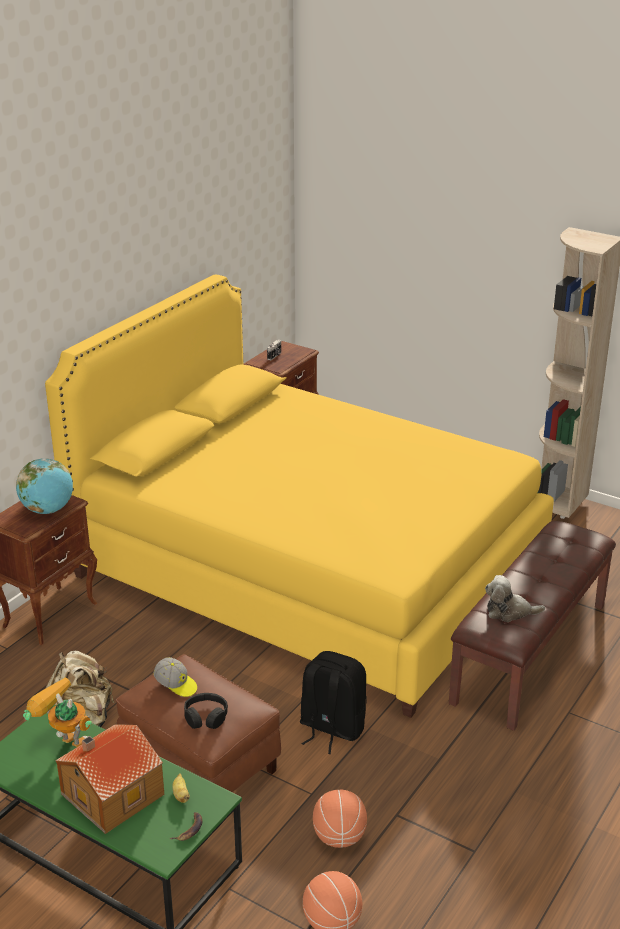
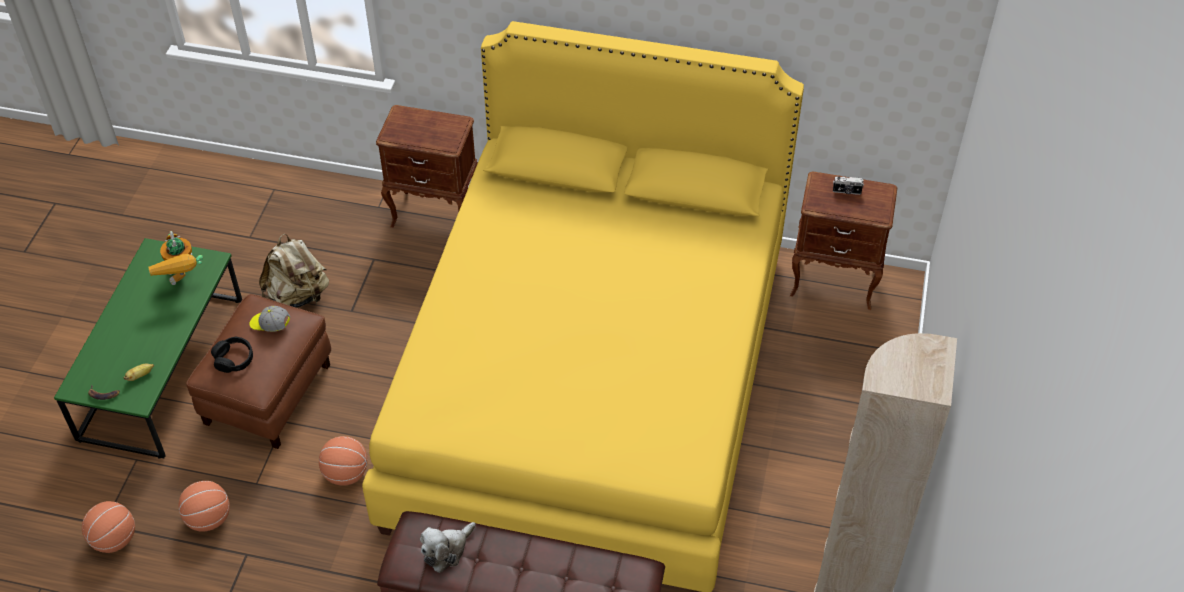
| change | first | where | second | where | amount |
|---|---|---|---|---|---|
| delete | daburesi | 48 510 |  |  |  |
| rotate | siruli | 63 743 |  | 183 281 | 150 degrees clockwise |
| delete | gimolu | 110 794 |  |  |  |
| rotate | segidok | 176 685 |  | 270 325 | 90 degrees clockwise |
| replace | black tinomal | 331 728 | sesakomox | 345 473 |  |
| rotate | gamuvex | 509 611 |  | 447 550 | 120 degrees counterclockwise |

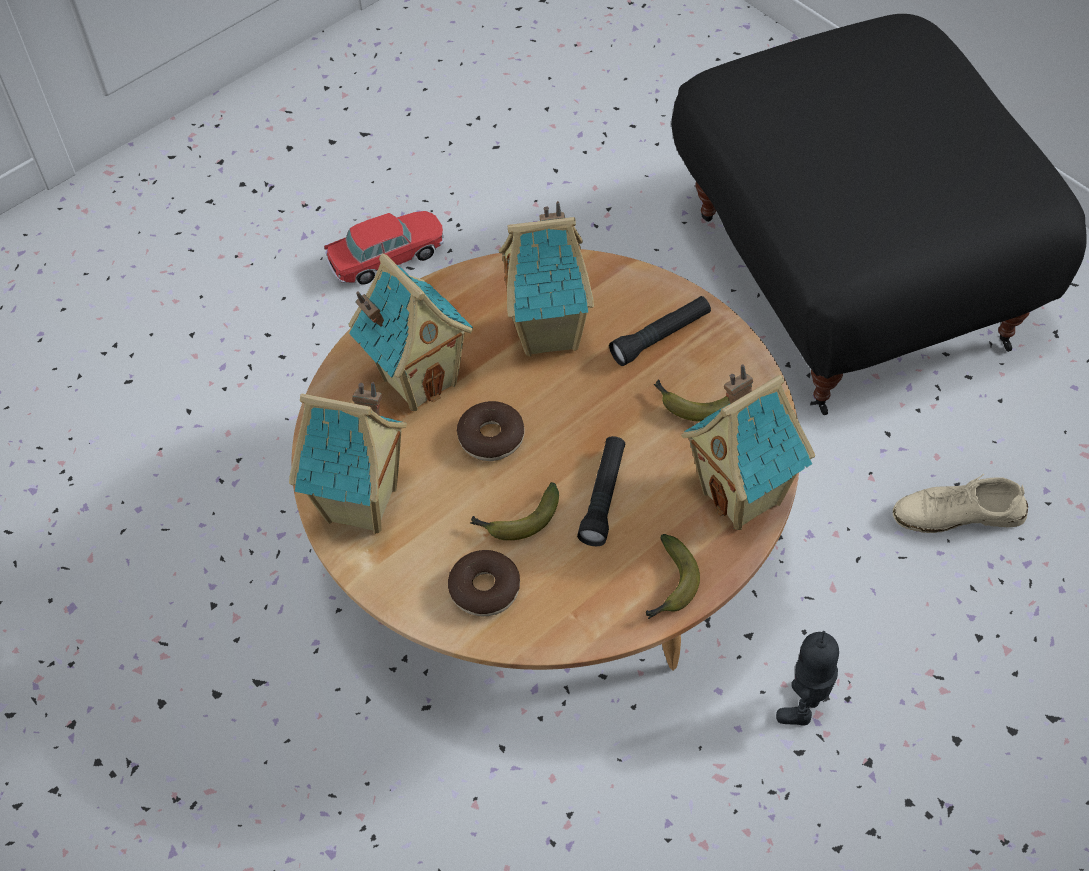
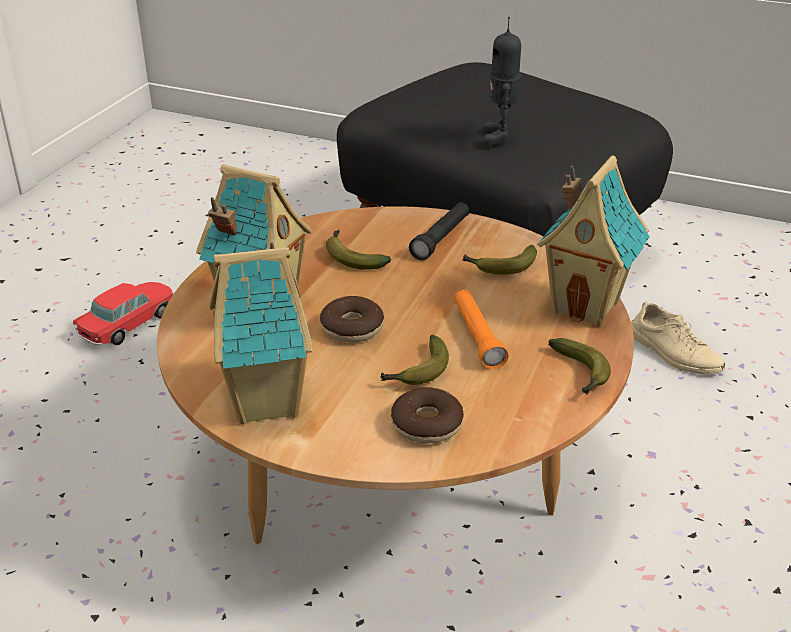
| change | first | where | second | where | amount |
|---|---|---|---|---|---|
| replace | gimolu | 551 333 | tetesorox | 352 257 |  |
| recolor | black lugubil | 604 497 | orange lugubil | 477 337 |  |
| move | siruli | 805 708 |  | 499 137 |  |
| rotate | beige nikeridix | 958 514 |  | 673 352 | 105 degrees counterclockwise |

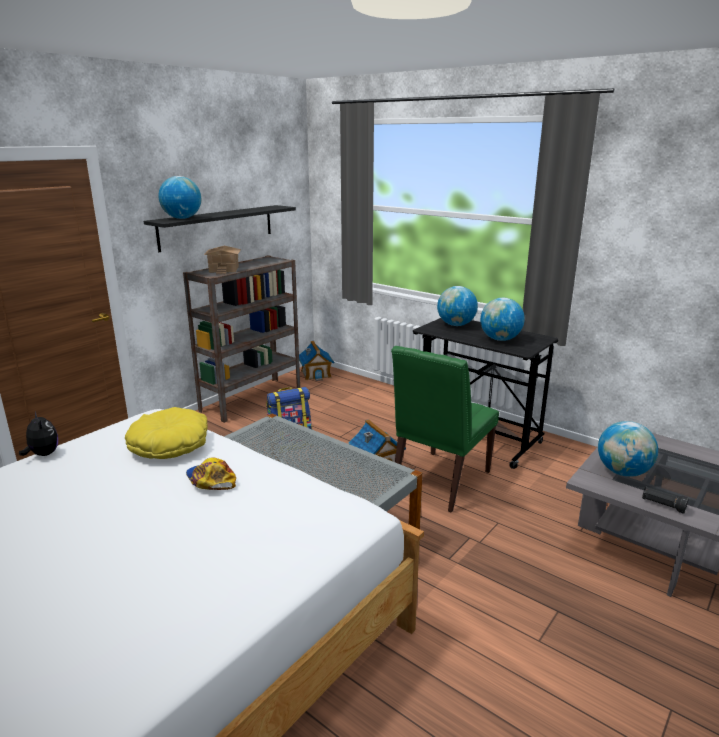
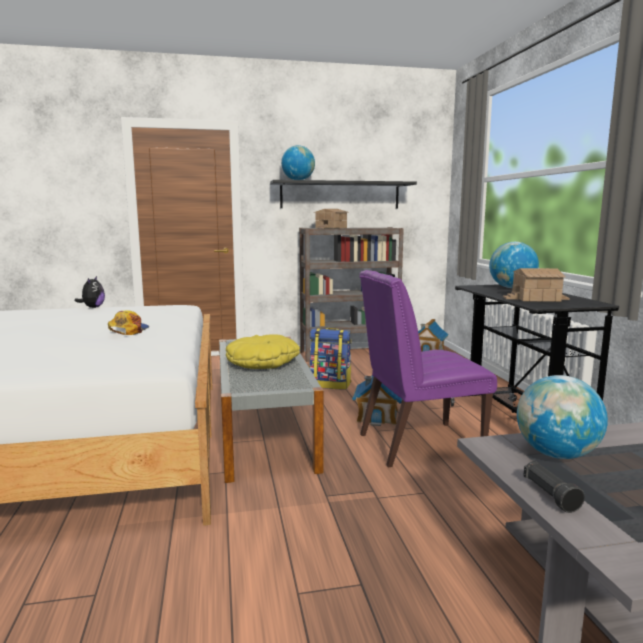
| change | first | where | second | where | amount |
|---|---|---|---|---|---|
| move | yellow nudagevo | 168 445 |  | 261 362 |  |
| recolor | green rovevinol | 441 480 | purple rovevinol | 420 444 |  |
| replace | daburesi | 500 339 | gimolu | 535 298 |  |

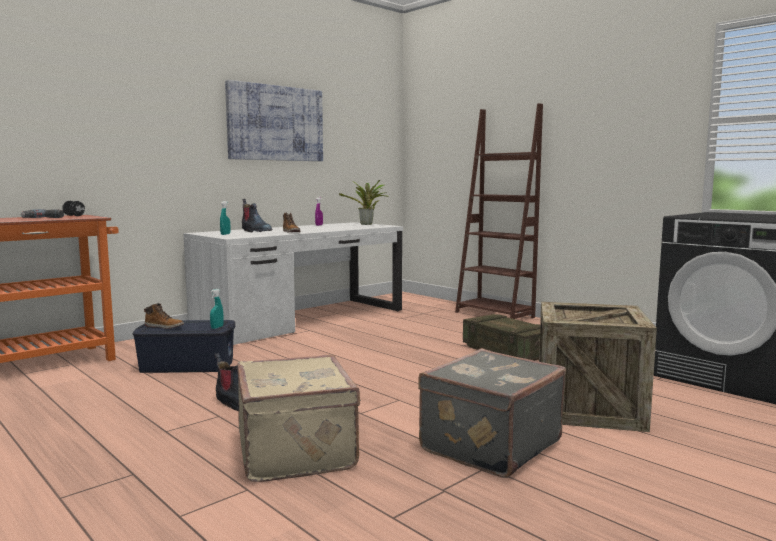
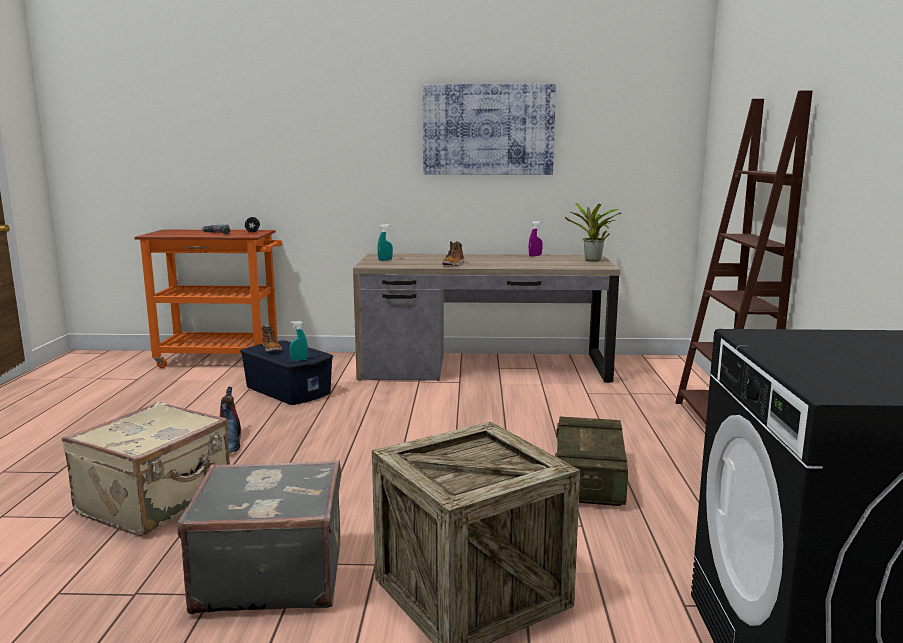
| change | first | where | second | where | amount |
|---|---|---|---|---|---|
| recolor | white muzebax | 302 320 | brown muzebax | 483 367 |  |
| delete | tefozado | 255 231 |  |  |  |

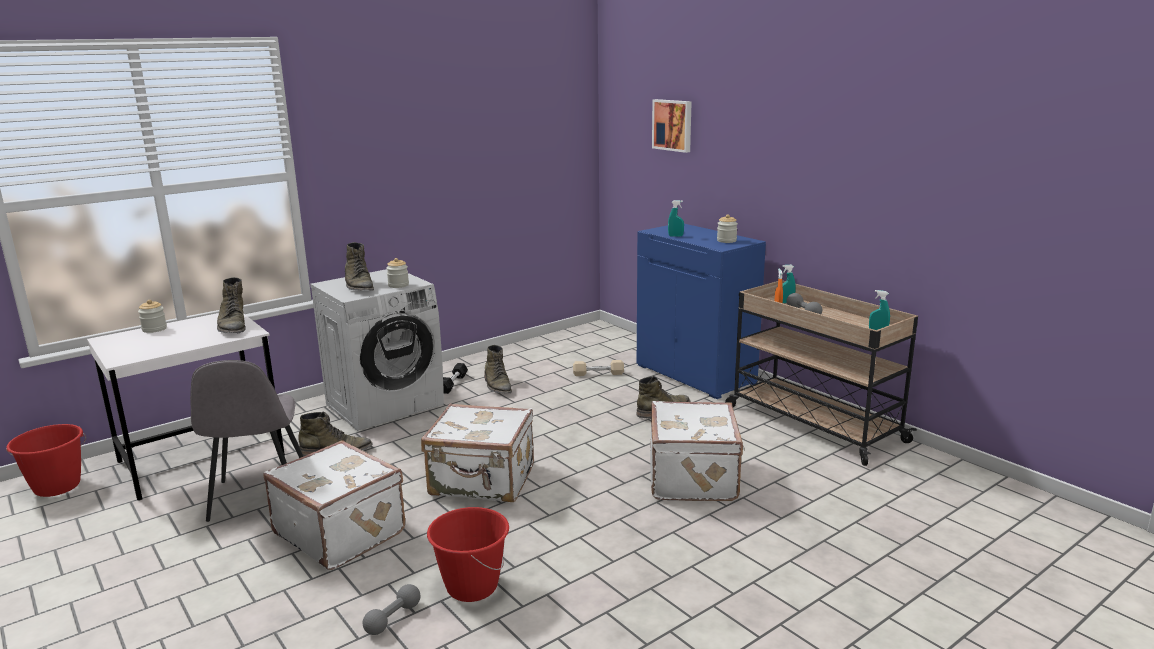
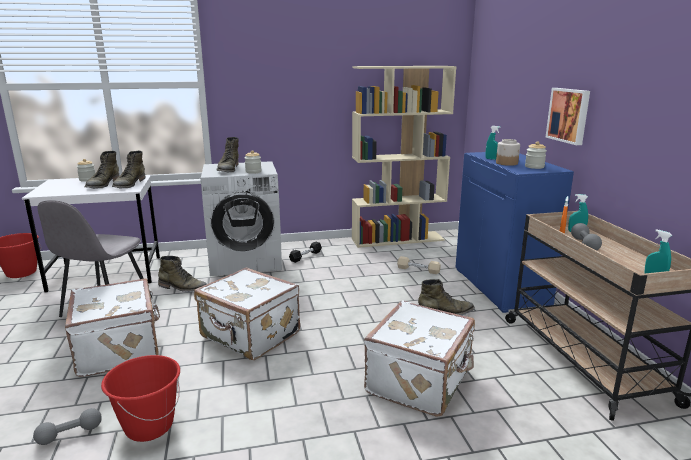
| change | first | where | second | where | amount |
|---|---|---|---|---|---|
| move | green tefozado | 497 385 |  | 102 184 |  |
| move | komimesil | 673 125 |  | 569 115 |  |
| insert |  |  | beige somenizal | 398 239 |  |
| insert |  |  | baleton | 507 163 |  |

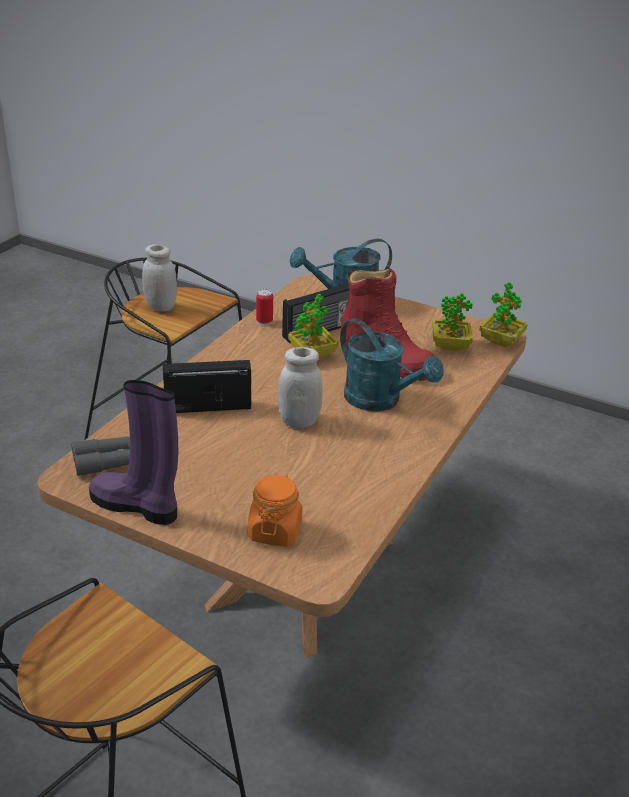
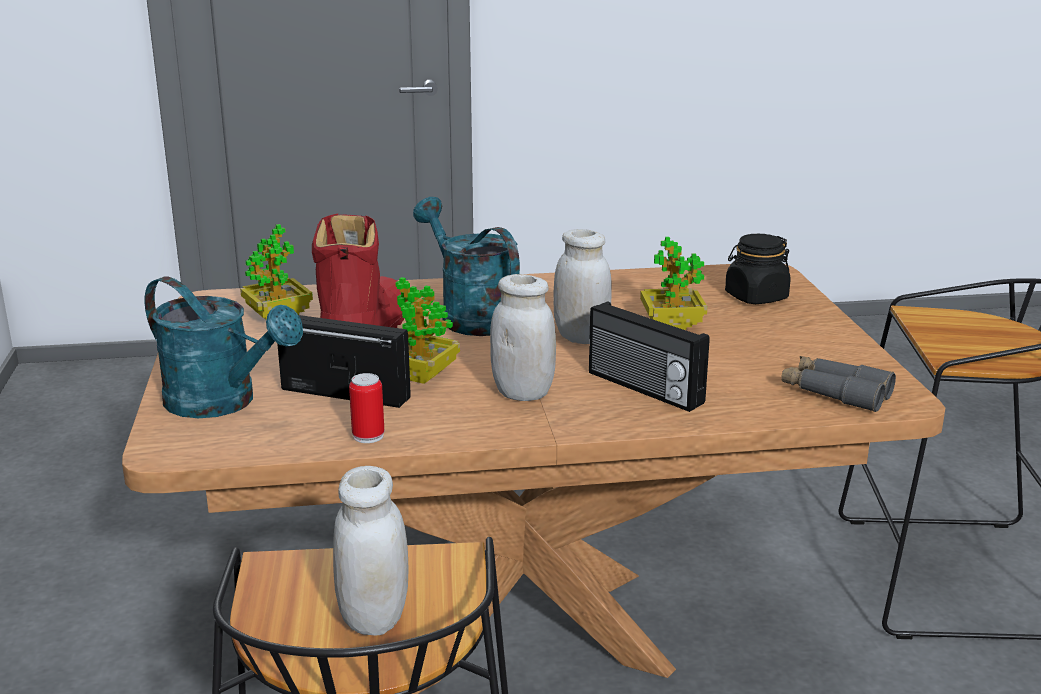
| change | first | where | second | where | amount |
|---|---|---|---|---|---|
| delete | purple tefozado | 137 506 |  |  |  |
| recolor | orange baleton | 275 531 | black baleton | 756 297 |  |
| rotate | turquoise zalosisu | 380 401 |  | 470 316 | 45 degrees counterclockwise |
| move | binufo | 501 341 |  | 672 325 |  |
| insert |  |  | white baleton | 523 393 |  |

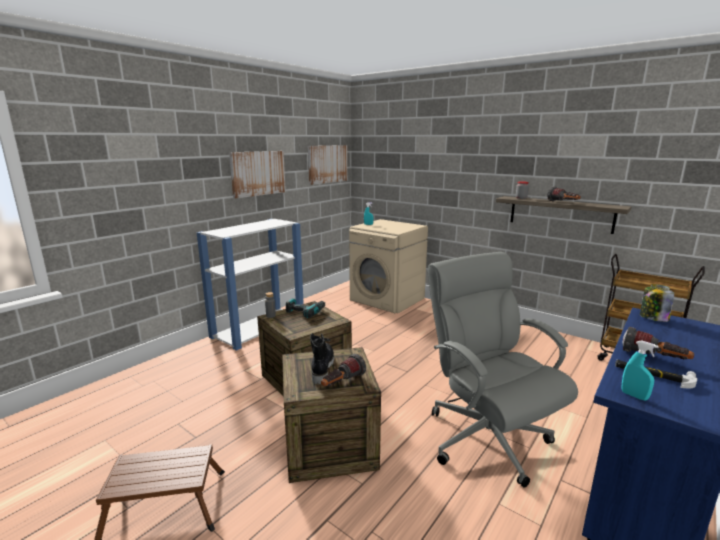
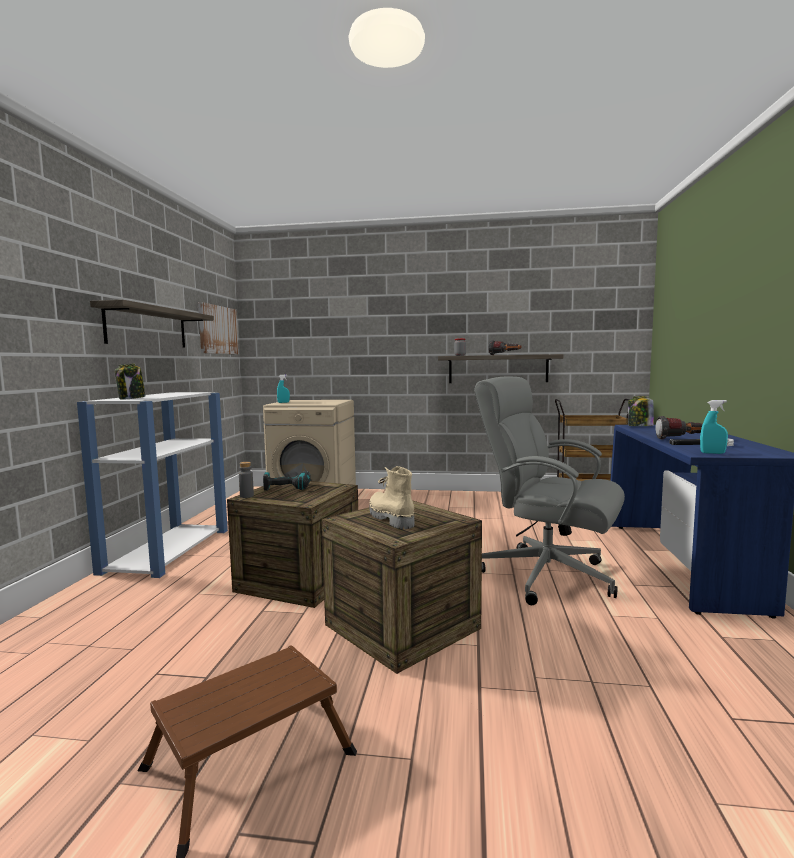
| change | first | where | second | where | amount |
|---|---|---|---|---|---|
| replace | komimesil | 258 173 | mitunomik | 147 327 |  |
| recolor | black tefozado | 321 368 | beige tefozado | 389 518 |  |
| delete | lugubil | 342 383 |  |  |  |
| insert |  |  | baleton | 132 398 |  |

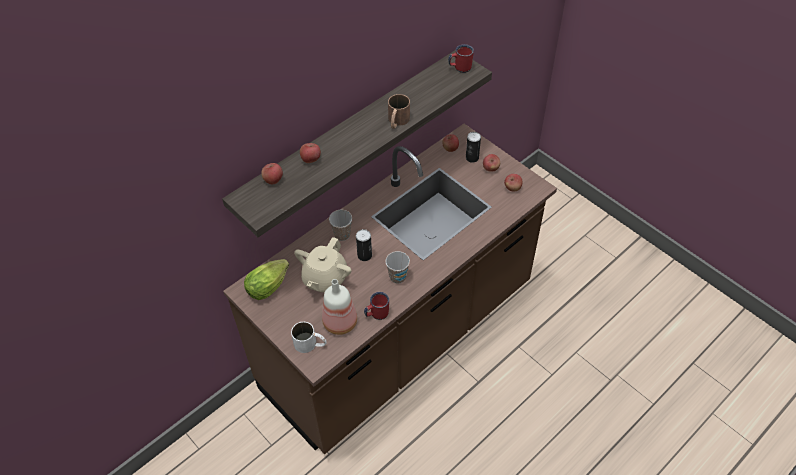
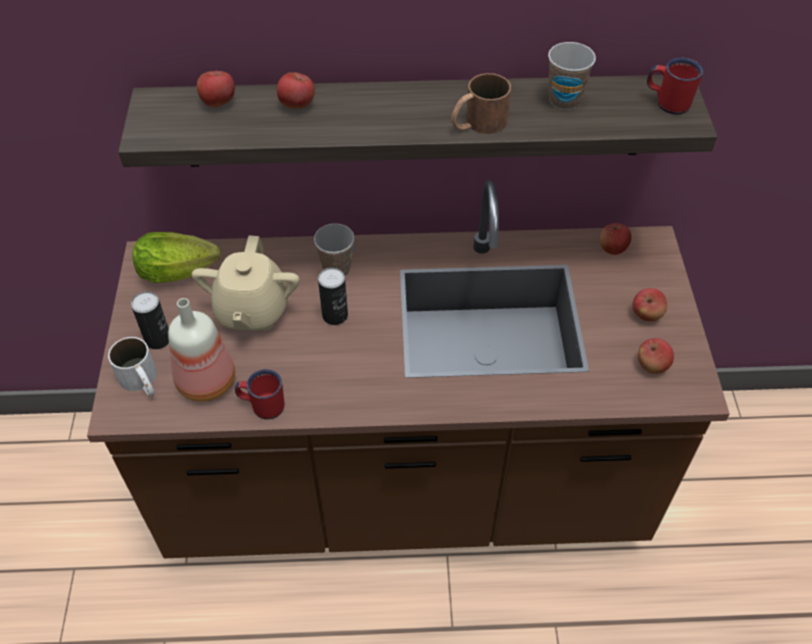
| change | first | where | second | where | amount |
|---|---|---|---|---|---|
| rotate | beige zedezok | 325 279 |  | 252 311 | 60 degrees counterclockwise |
| move | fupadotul | 397 277 |  | 564 100 |  |
| move | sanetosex | 472 158 |  | 158 339 |  |

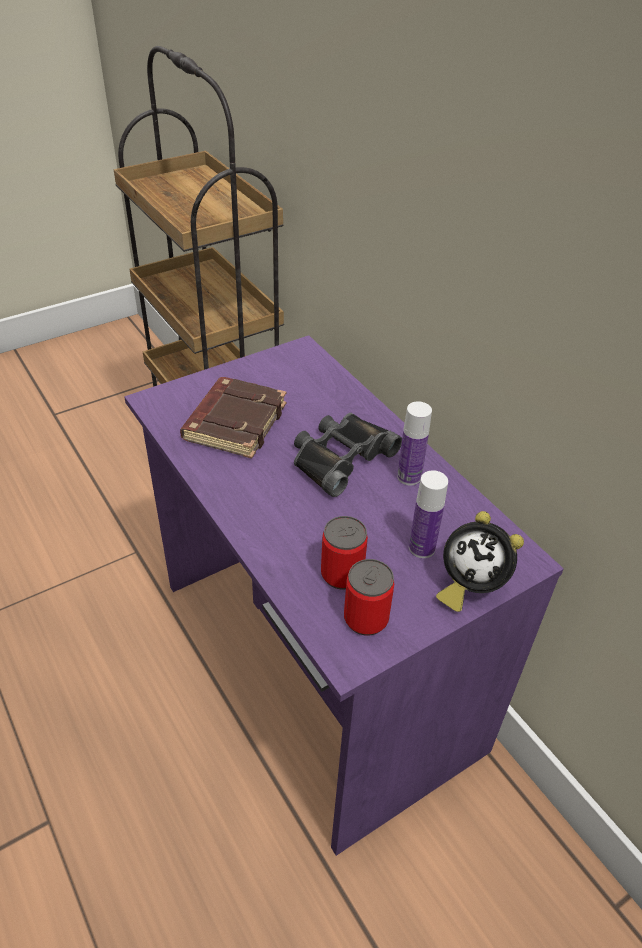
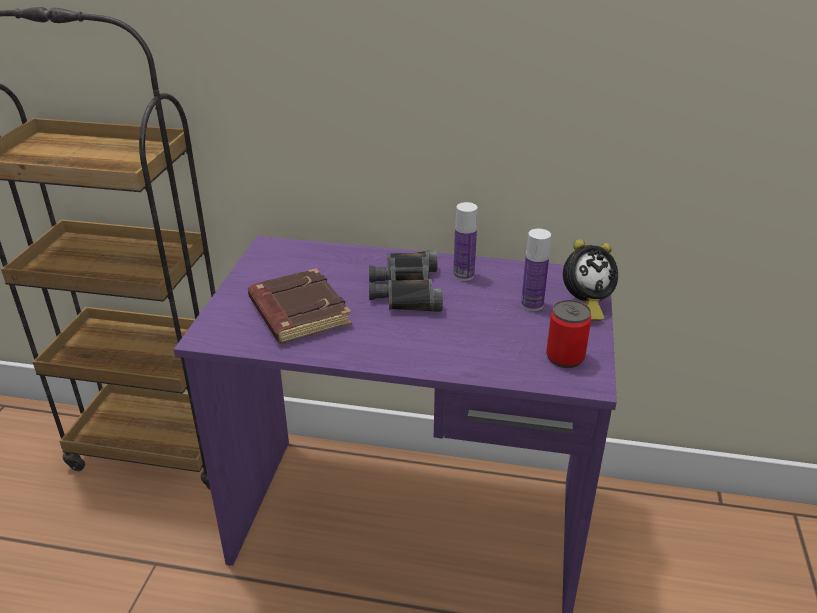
| change | first | where | second | where | amount |
|---|---|---|---|---|---|
| delete | sanetosex | 342 574 |  |  |  |

